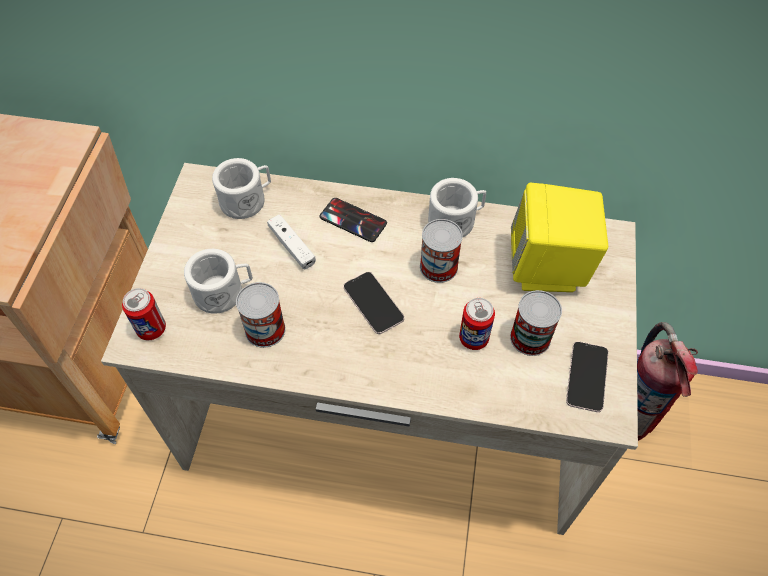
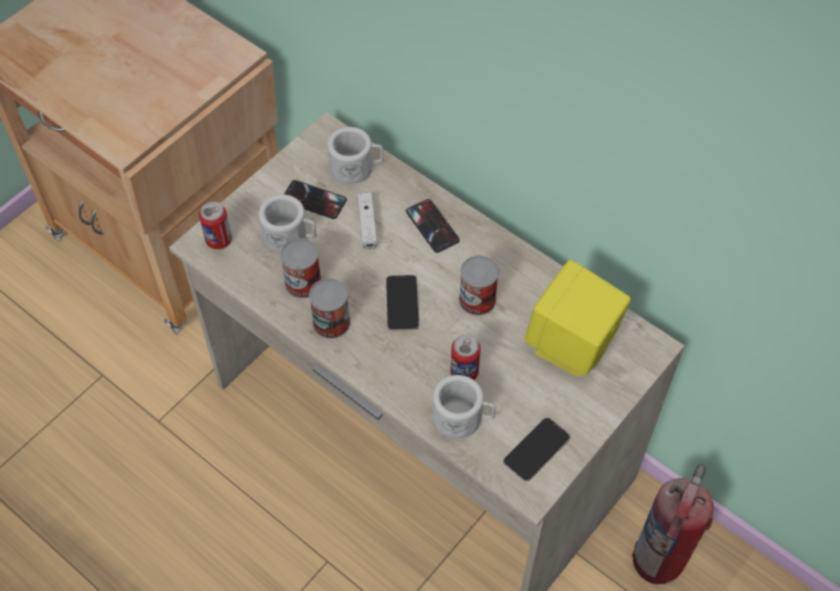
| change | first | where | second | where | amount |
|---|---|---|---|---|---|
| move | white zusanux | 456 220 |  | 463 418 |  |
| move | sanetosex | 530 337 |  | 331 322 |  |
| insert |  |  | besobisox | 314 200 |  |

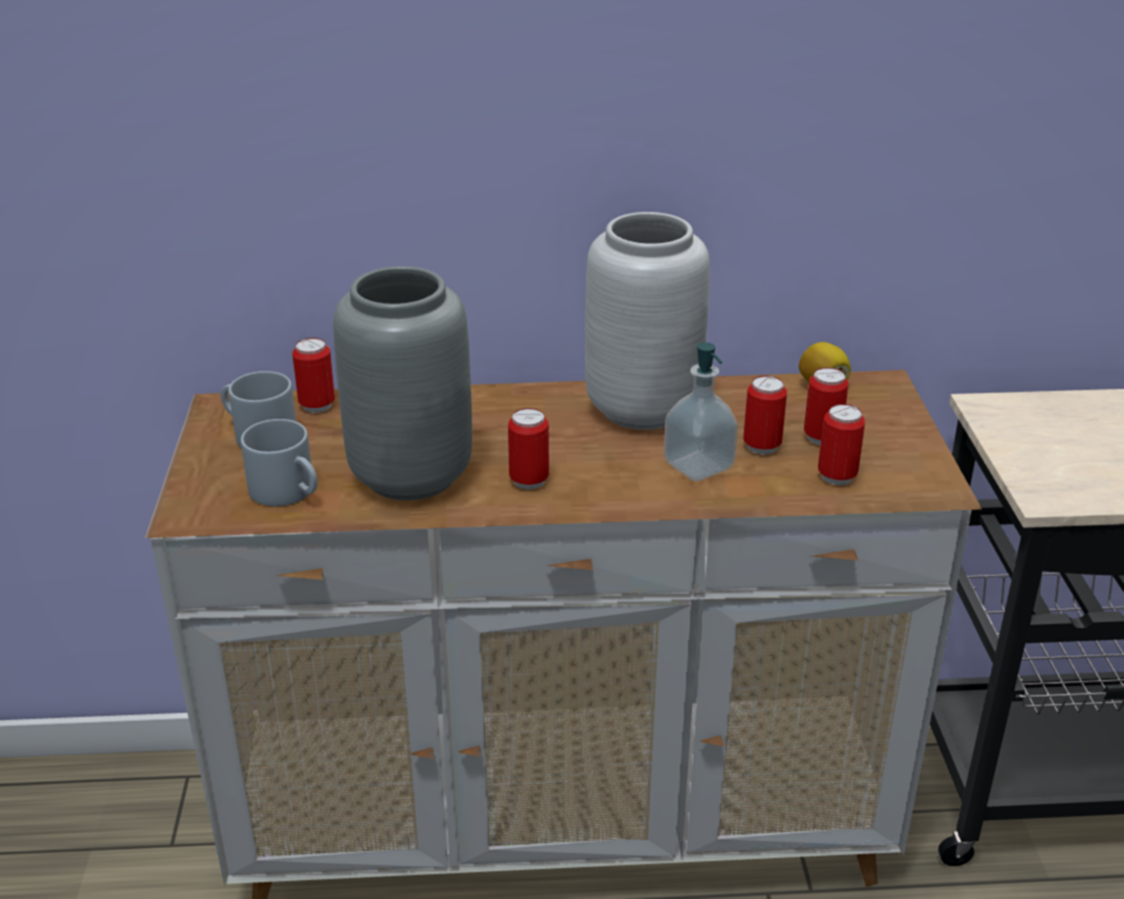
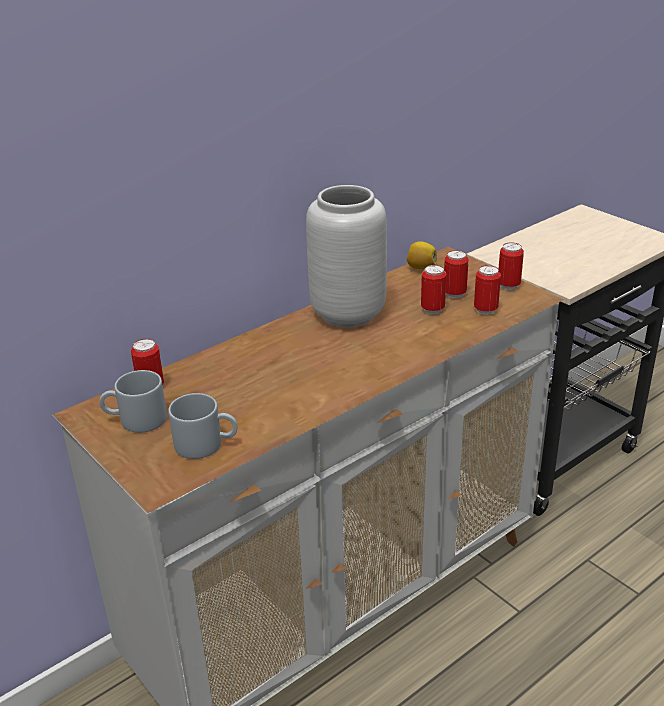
| change | first | where | second | where | amount |
|---|---|---|---|---|---|
| delete | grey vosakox | 408 477 |  |  |  |
| move | sanetosex | 529 481 |  | 508 285 |  |
| delete | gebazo | 698 466 |  |  |  |

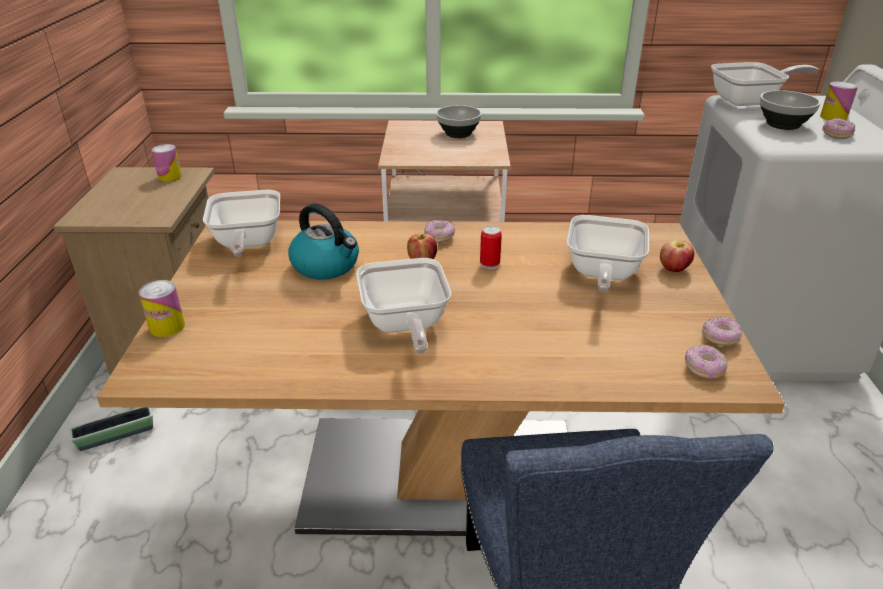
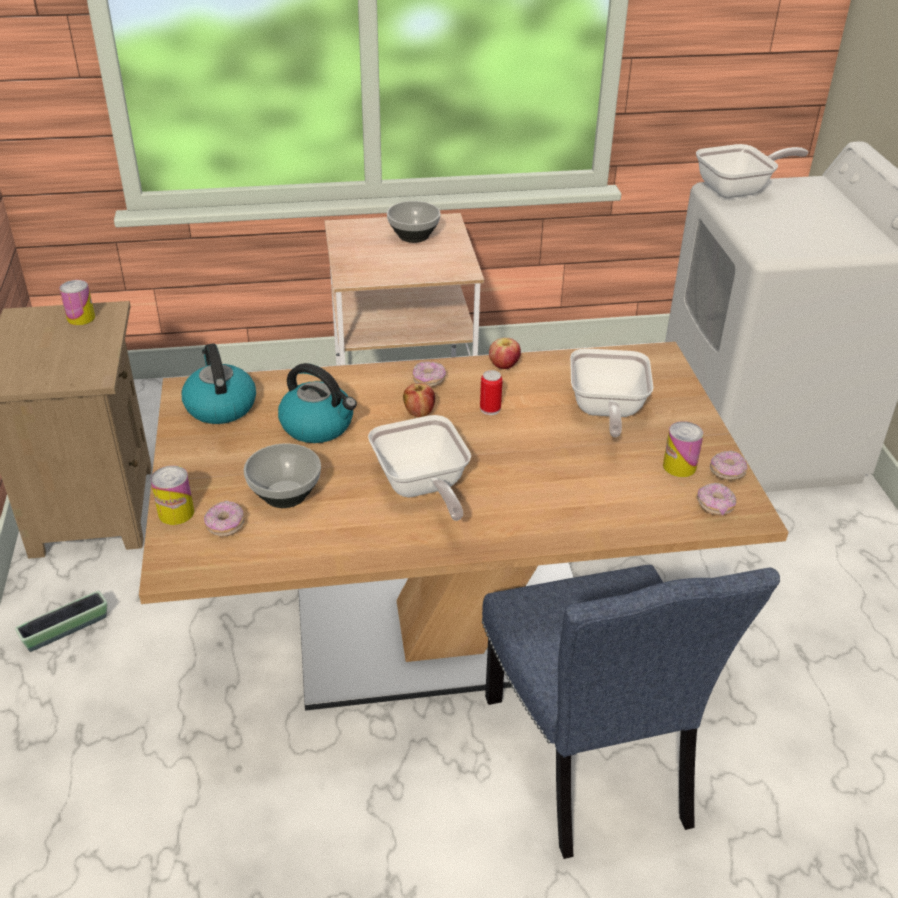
| change | first | where | second | where | amount |
|---|---|---|---|---|---|
| replace | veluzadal | 247 244 | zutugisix | 220 406 |  |
| move | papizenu | 673 269 |  | 504 366 |  |
| move | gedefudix | 782 125 |  | 284 495 |  |
| move | sanetosex | 833 117 |  | 679 466 |  |
| move | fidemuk | 836 135 |  | 225 526 |  |

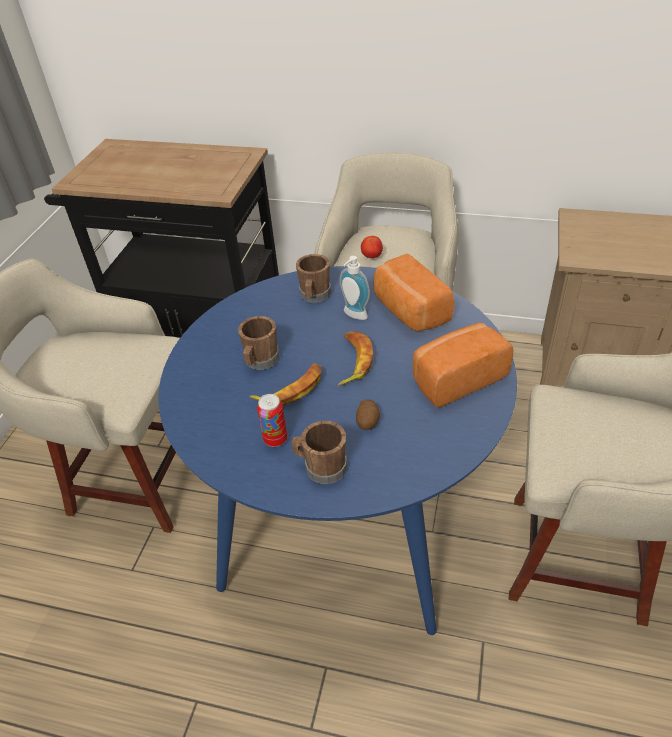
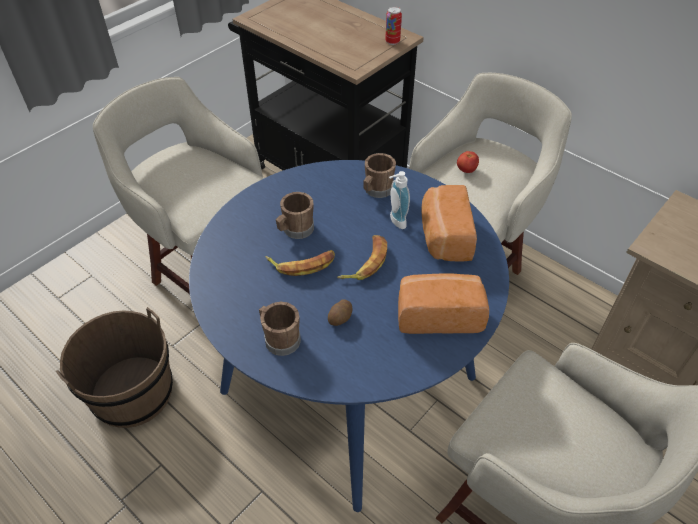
| change | first | where | second | where | amount |
|---|---|---|---|---|---|
| move | sanetosex | 275 439 |  | 392 42 |  |
| insert |  |  | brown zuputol | 132 392 |  |

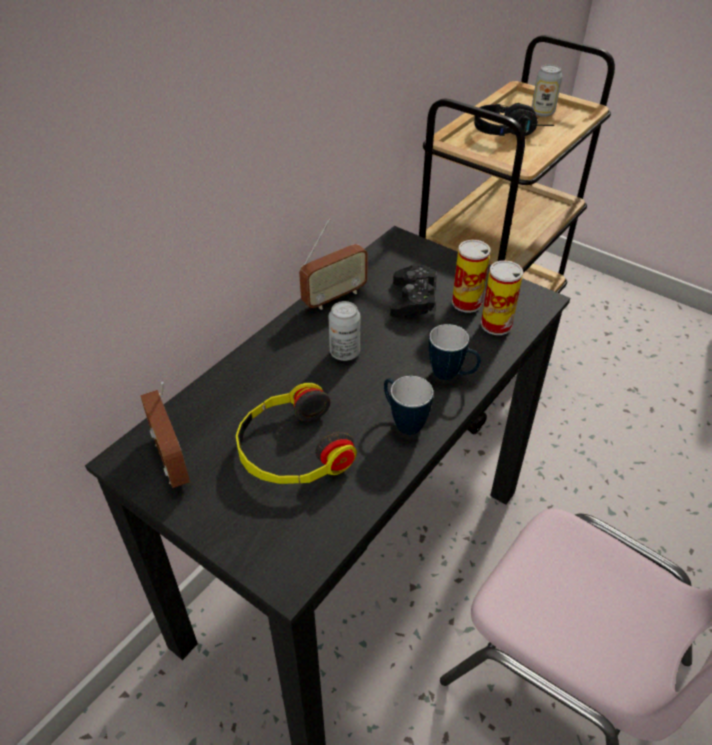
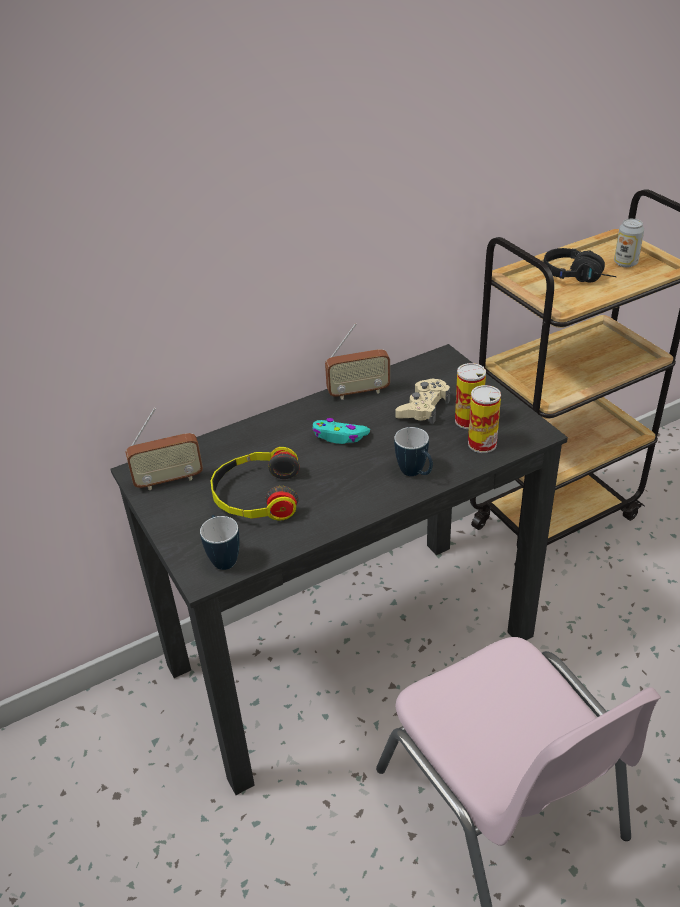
| change | first | where | second | where | amount |
|---|---|---|---|---|---|
| rotate | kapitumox | 172 459 |  | 169 480 | 105 degrees counterclockwise |
| replace | sanetosex | 345 352 | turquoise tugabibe | 339 436 |  |
| move | zusanux | 403 422 |  | 223 557 |  |
| recolor | black tugabibe | 413 299 | beige tugabibe | 423 408 |  |

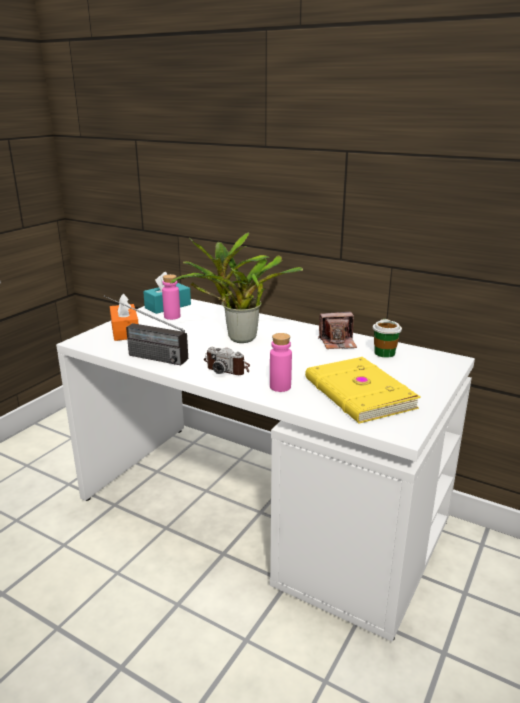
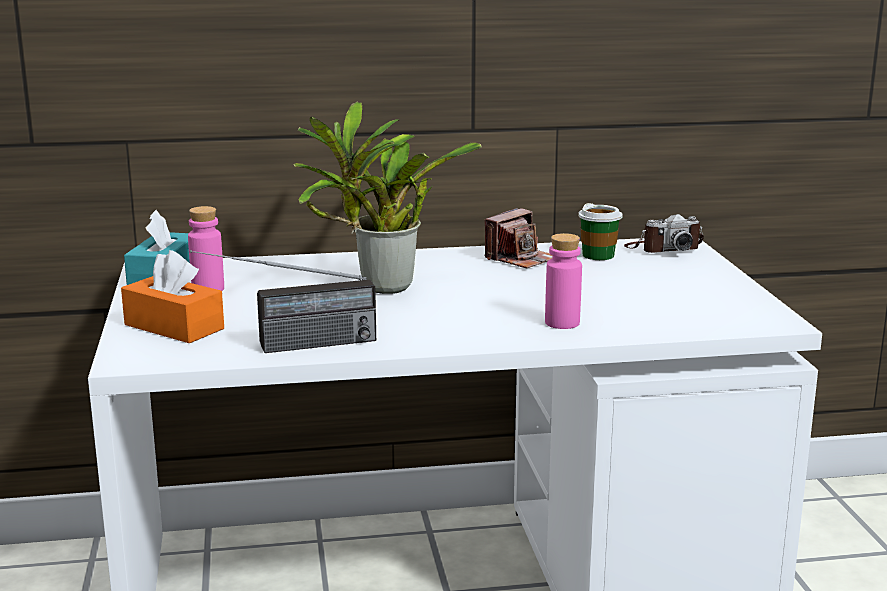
| change | first | where | second | where | amount |
|---|---|---|---|---|---|
| move | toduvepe | 228 368 |  | 663 249 |  |
| delete | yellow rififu | 358 394 |  |  |  |

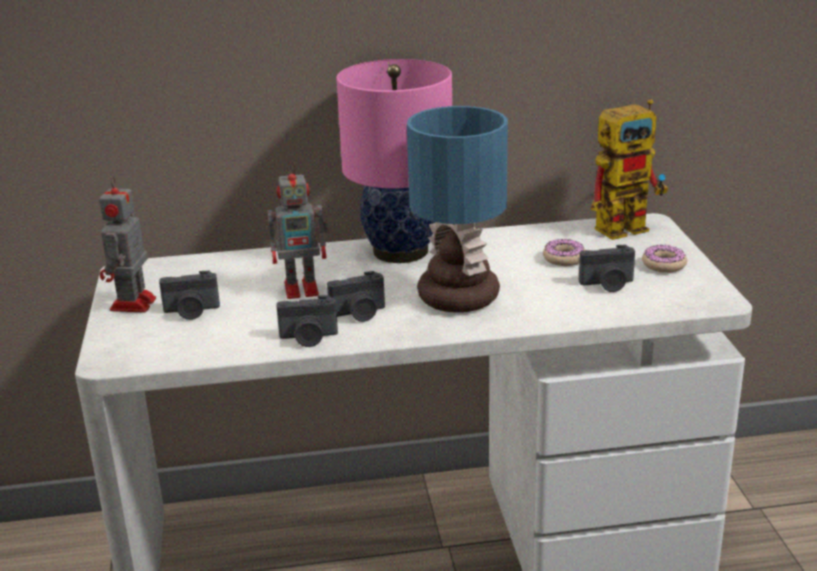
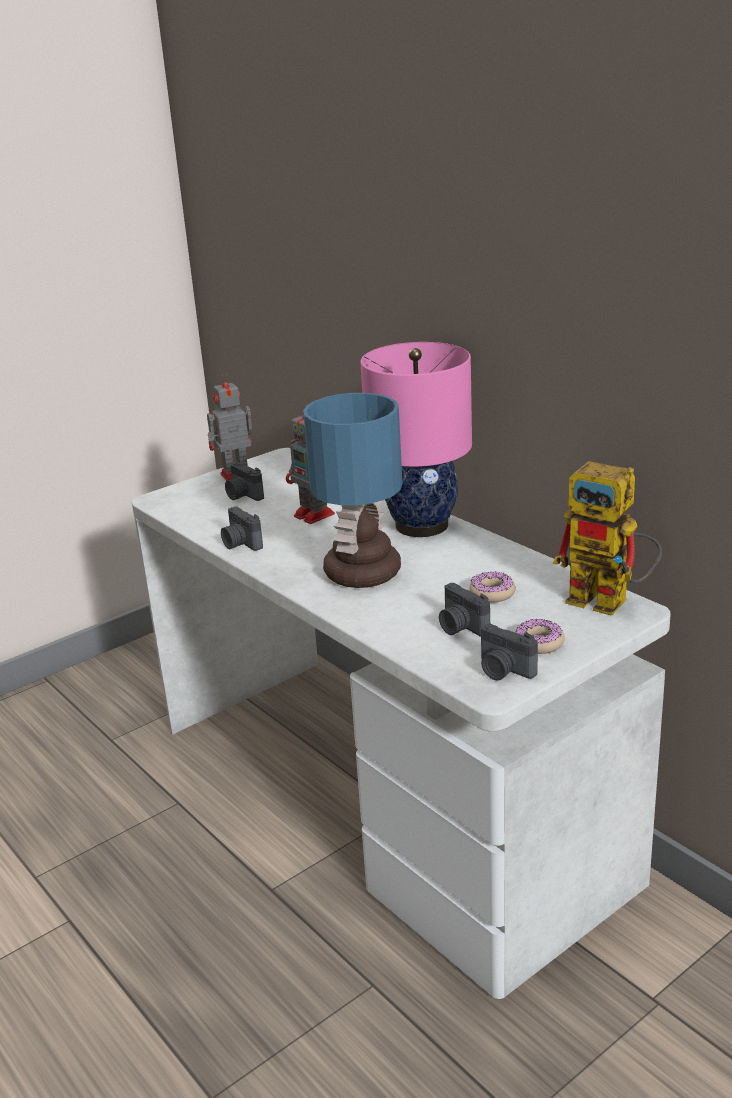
| change | first | where | second | where | amount |
|---|---|---|---|---|---|
| move | toduvepe | 359 314 |  | 503 671 |  |

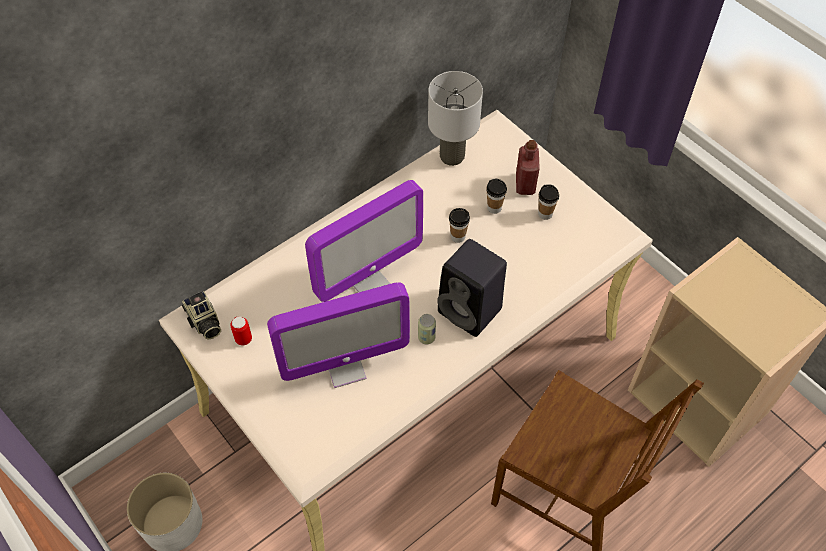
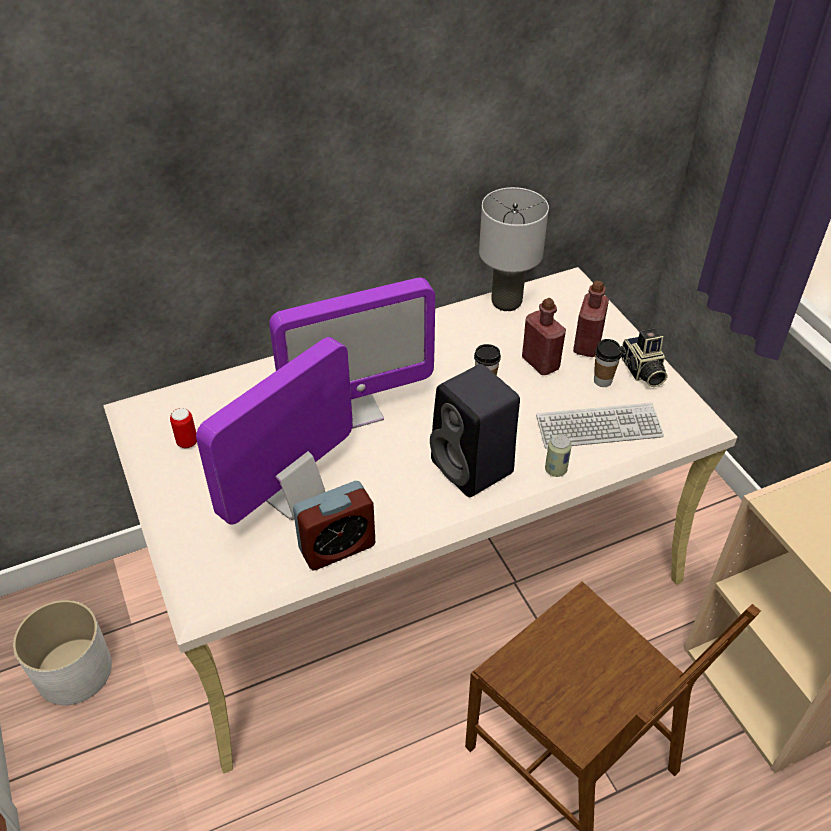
| change | first | where | second | where | amount |
|---|---|---|---|---|---|
| move | toduvepe | 204 322 |  | 641 371 |  |
| rotate | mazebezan | 345 368 |  | 294 498 | 135 degrees clockwise |
| move | sanetosex | 426 337 |  | 555 470 |  |
| replace | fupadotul | 494 208 | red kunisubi | 540 363 |  |
| insert |  |  | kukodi | 337 547 |  |
| insert |  |  | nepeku | 598 427 |  |

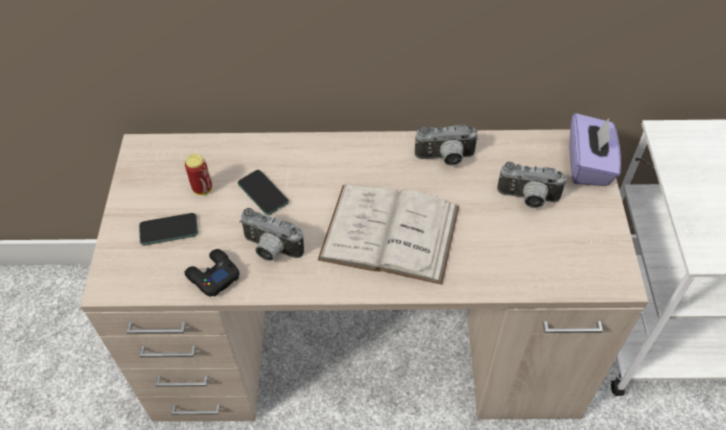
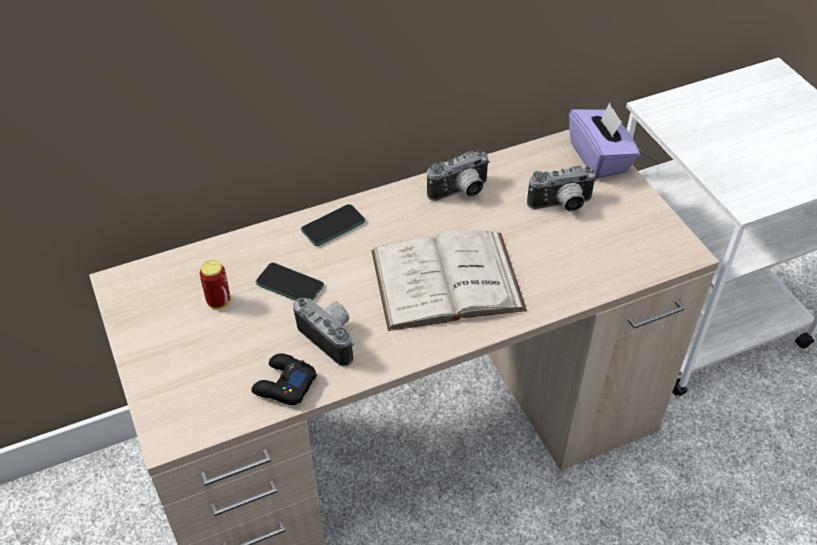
| change | first | where | second | where | amount |
|---|---|---|---|---|---|
| move | besobisox | 169 230 |  | 333 226 |  |
| rotate | toduvepe | 270 250 |  | 331 337 | 135 degrees counterclockwise |

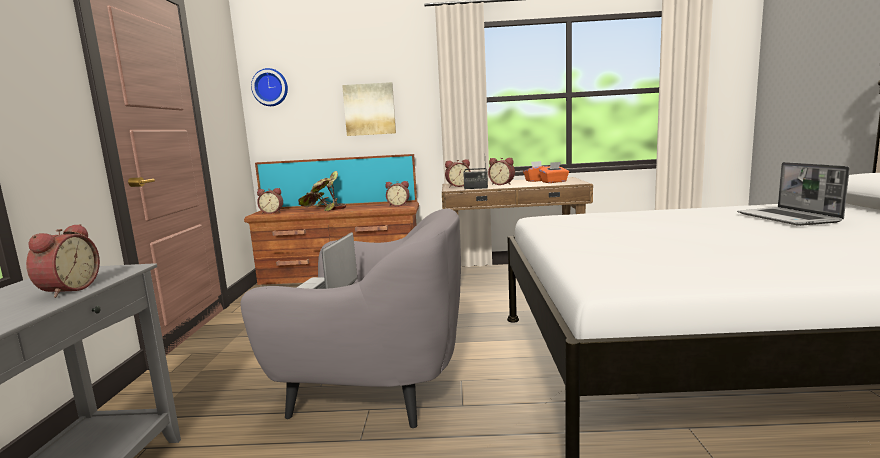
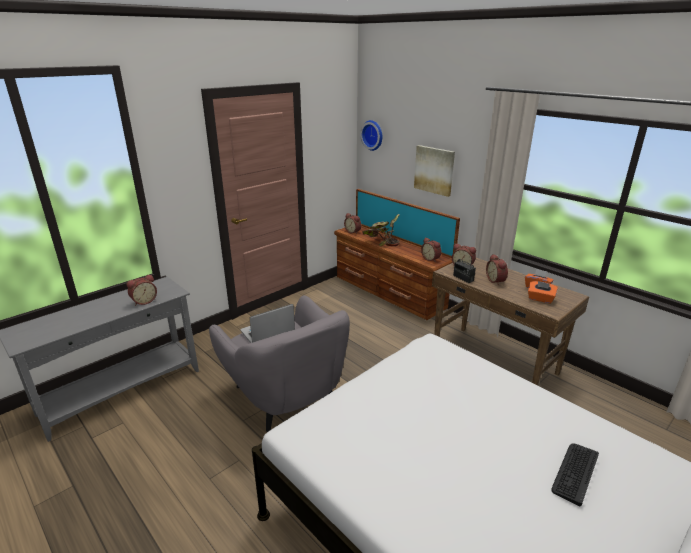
| change | first | where | second | where | amount |
|---|---|---|---|---|---|
| replace | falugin | 788 218 | nepeku | 575 473 |  |

